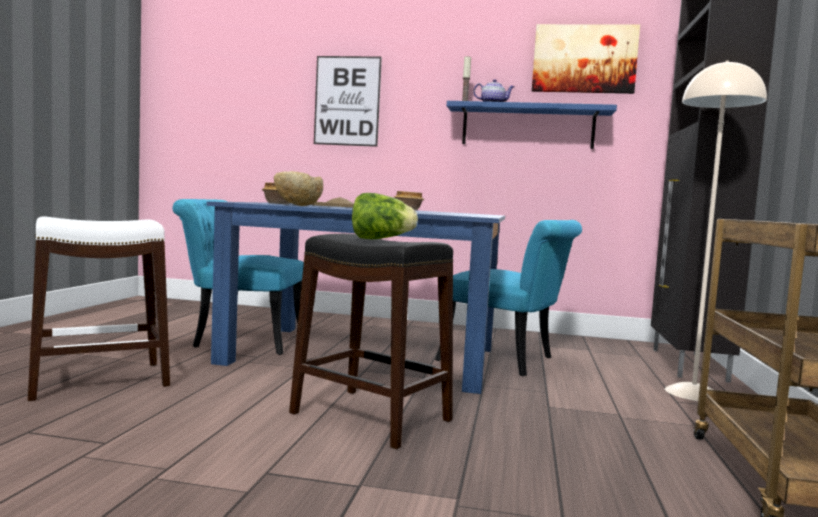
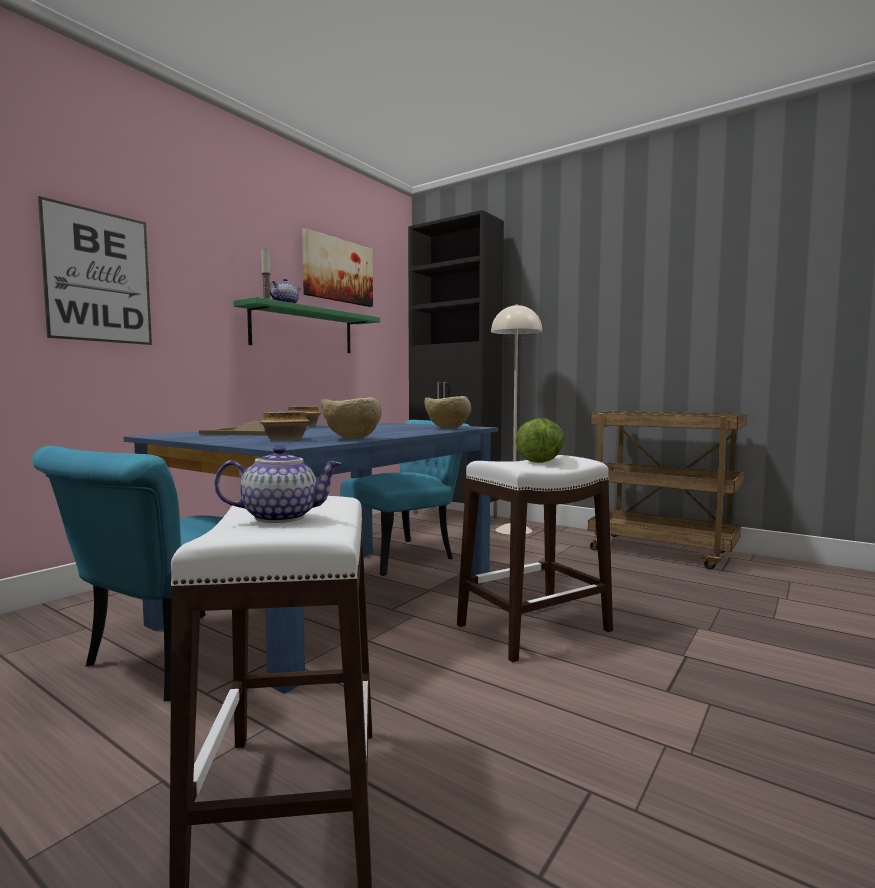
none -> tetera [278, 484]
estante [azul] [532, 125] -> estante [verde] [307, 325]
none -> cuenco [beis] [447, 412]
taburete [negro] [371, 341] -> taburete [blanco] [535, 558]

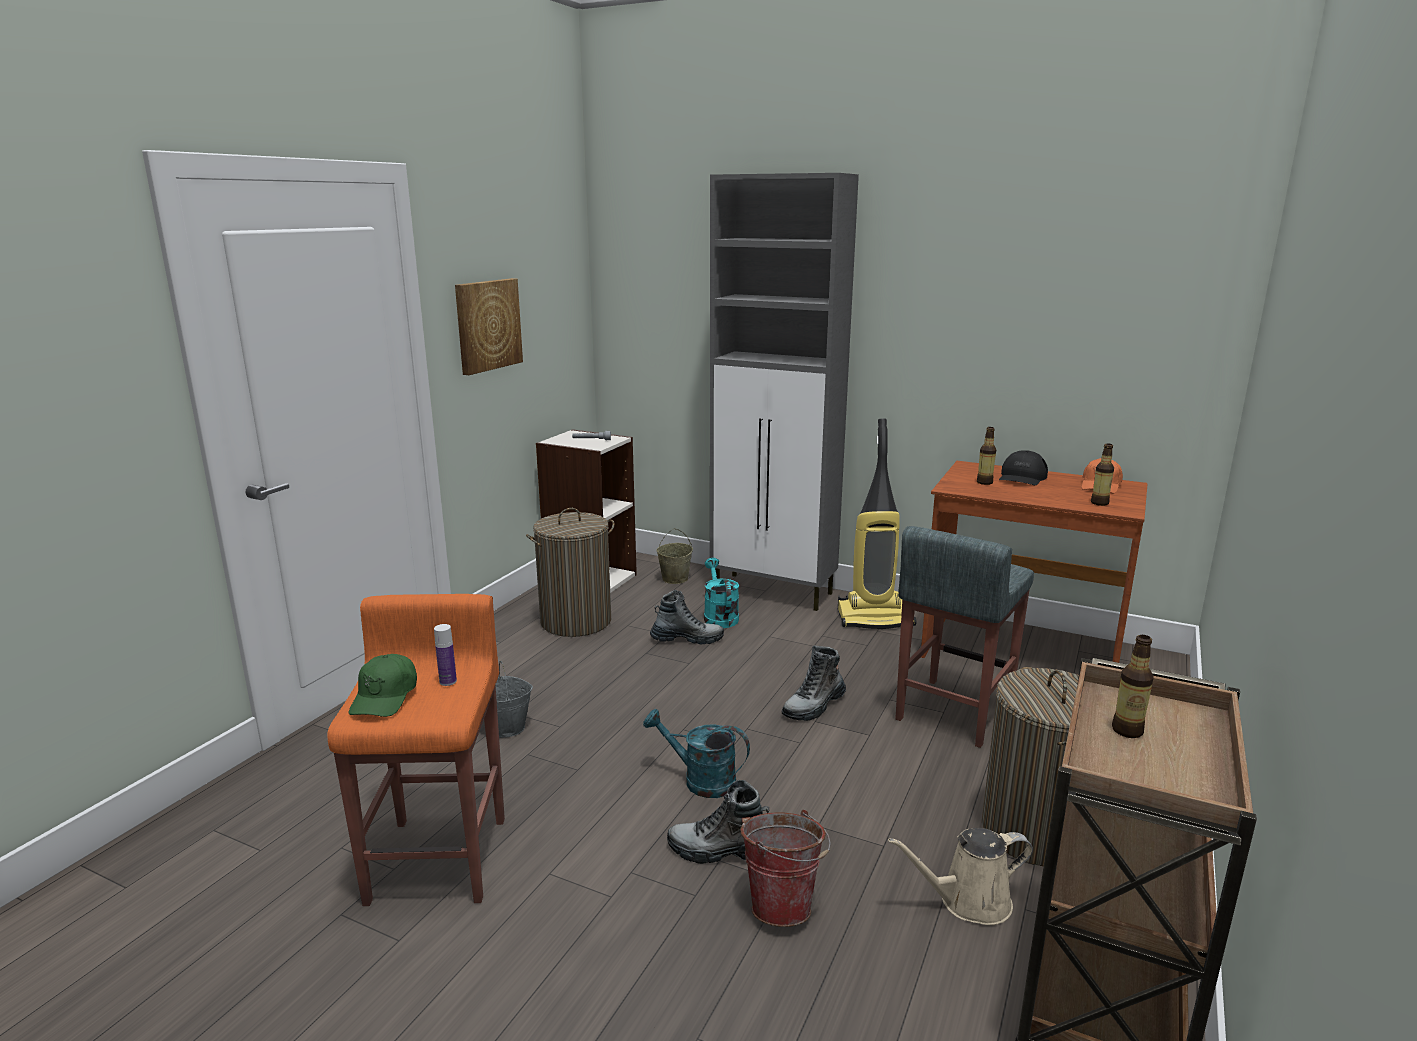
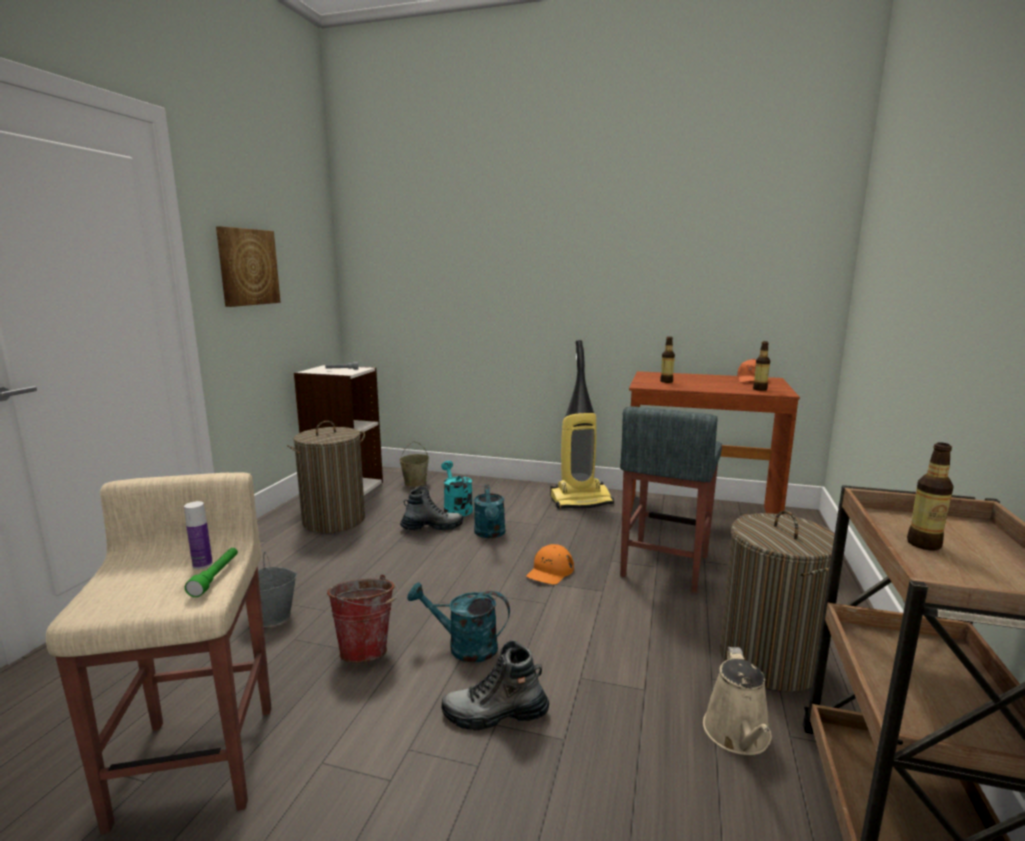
taburete [naranja] [416, 750] -> taburete [beis] [158, 653]
none -> linterna [verde] [211, 572]
cubo [785, 868] -> cubo [363, 619], shifted
none -> regadera [turquesa] [489, 511]
bota [814, 683] -> gorra [naranja] [550, 564]
regadera [beis] [960, 876] -> regadera [beis] [737, 701], 60 degrees counterclockwise
gorra [verde] [382, 685] -> none
armario [gris] [784, 392] -> none
gorra [negro] [1023, 467] -> none

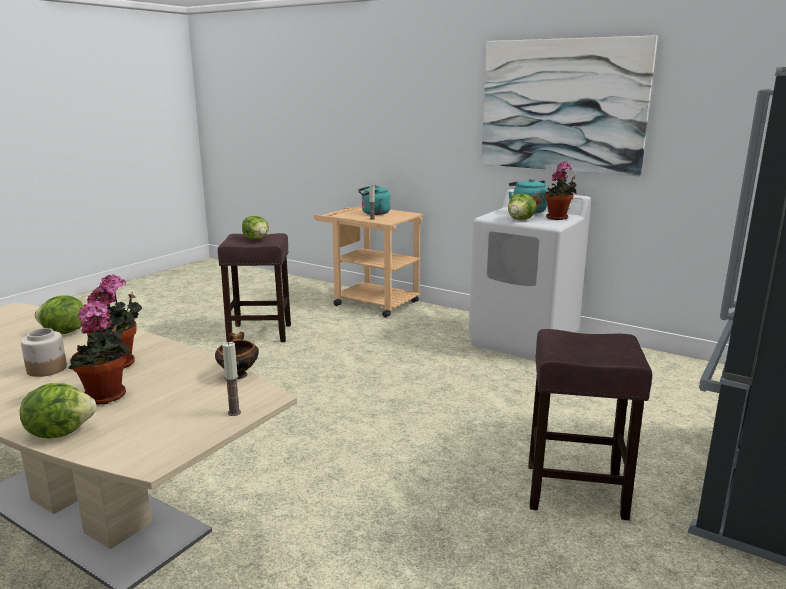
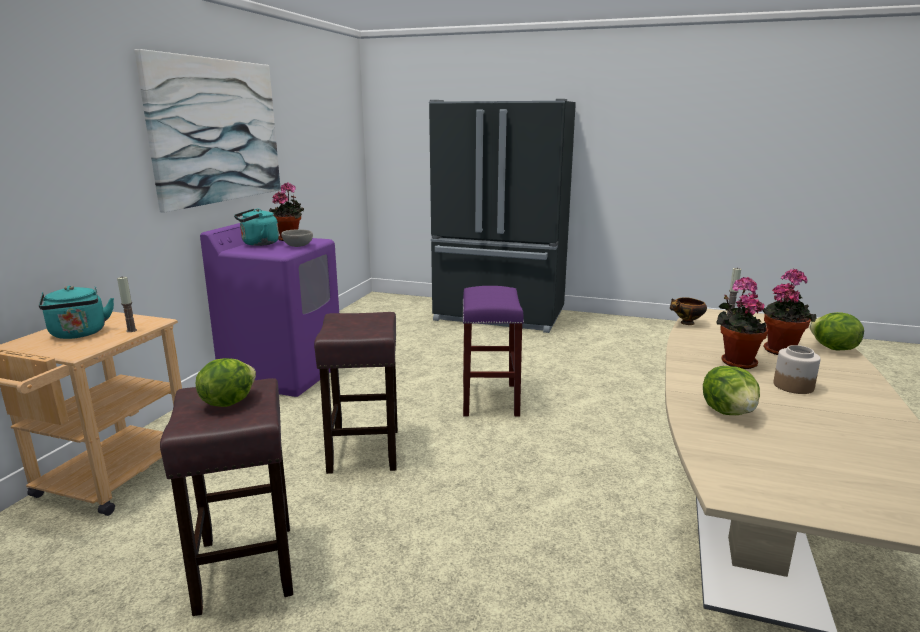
lavadora [blanco] [530, 275] -> lavadora [morado] [269, 310]
lechuga [522, 207] -> cuenco [gris] [297, 238]
taburete [marrón] [590, 424] -> taburete [marrón] [356, 393], shifted
none -> taburete [morado] [493, 351]

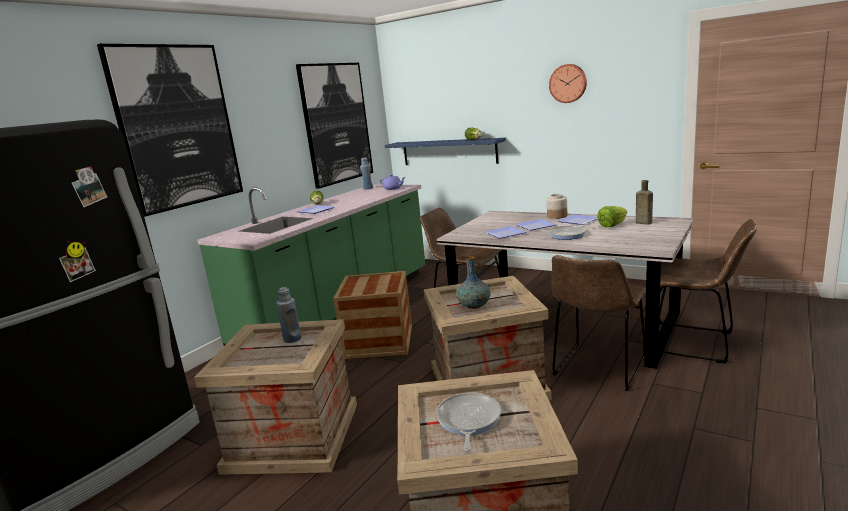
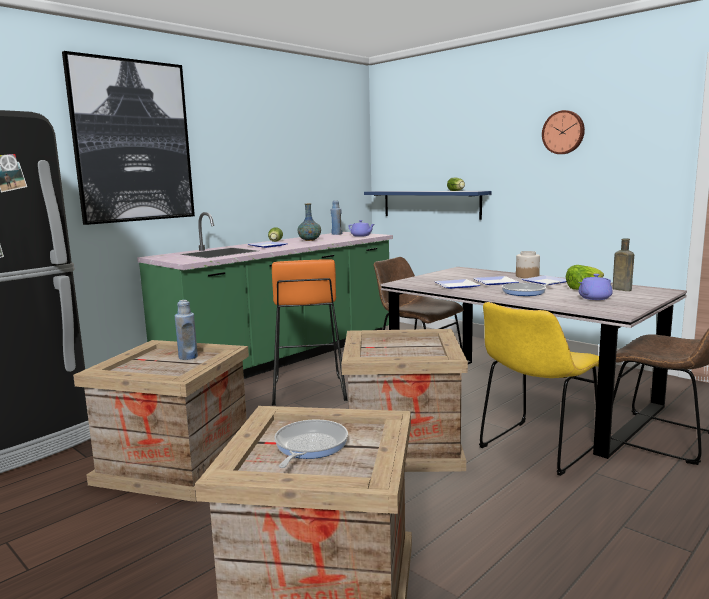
caja de embalaje [372, 315] -> taburete [naranja] [309, 332]
florero [473, 282] -> florero [309, 222], shifted
silla [marrón] [599, 323] -> silla [amarillo] [539, 389]
none -> tetera [morado] [595, 287]
cuadro [334, 126] -> none

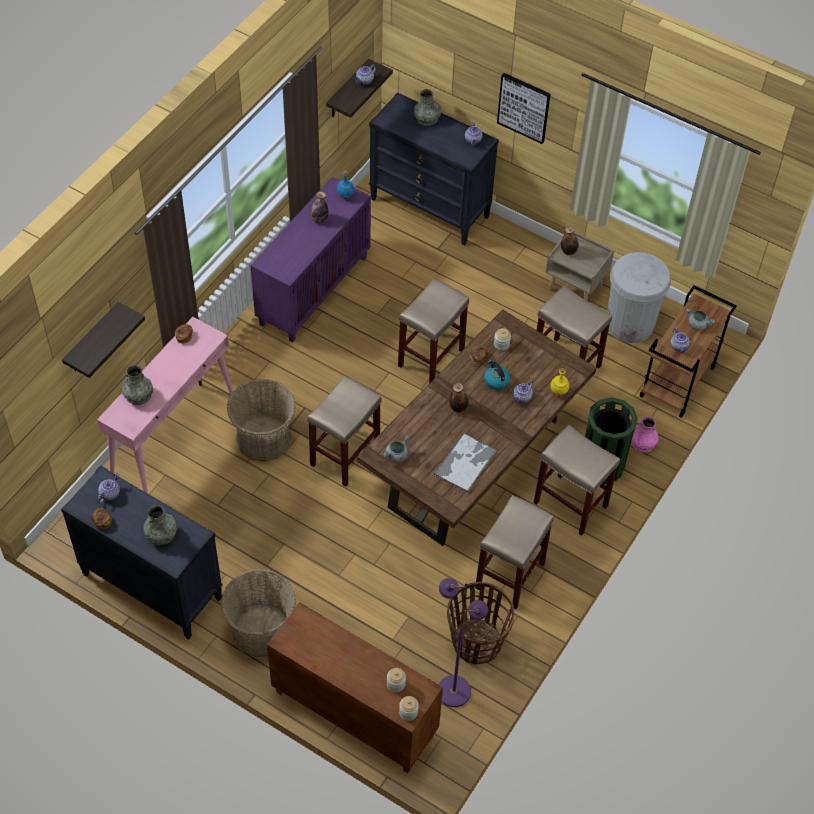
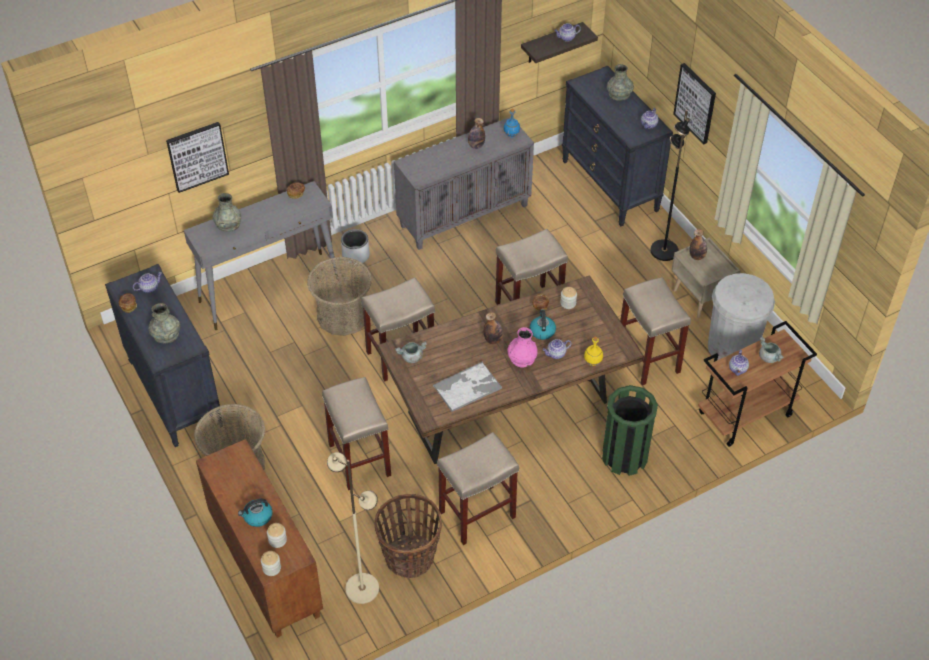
estante [103, 340] -> cuadro [197, 157]
mesa consola [rosa] [165, 405] -> mesa consola [gris] [261, 255]
none -> hervidor [255, 513]
taburete [beis] [577, 480] -> taburete [beis] [356, 433], shifted
lámpara de pie [morado] [463, 642] -> lámpara de pie [beis] [353, 528]
none -> maceta [gris] [355, 247]
armario [morado] [310, 260] -> armario [gris] [464, 183]
florero [rosa] [645, 434] -> florero [rosa] [522, 347], shifted
none -> lámpara de pie [negro] [670, 185]

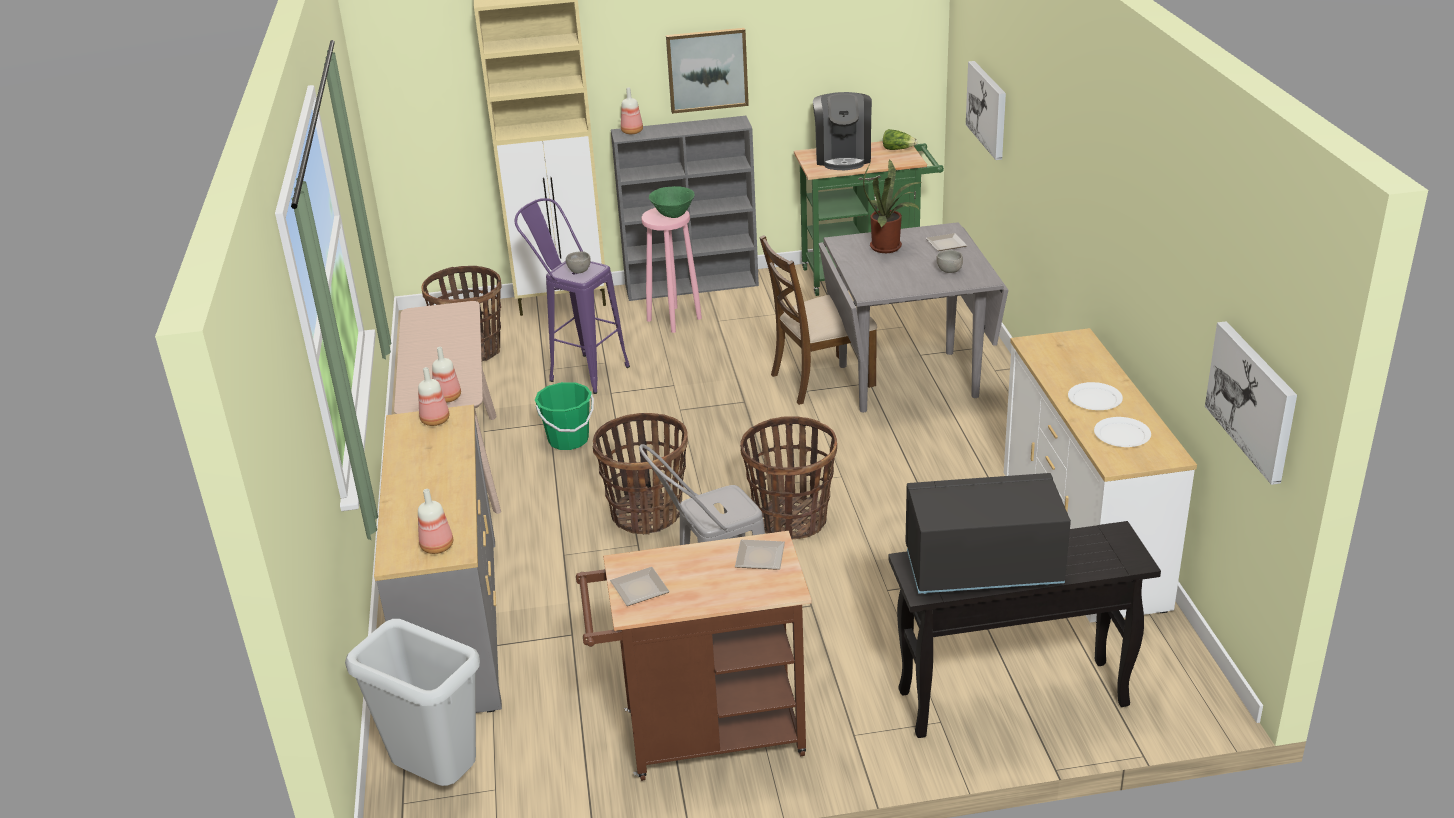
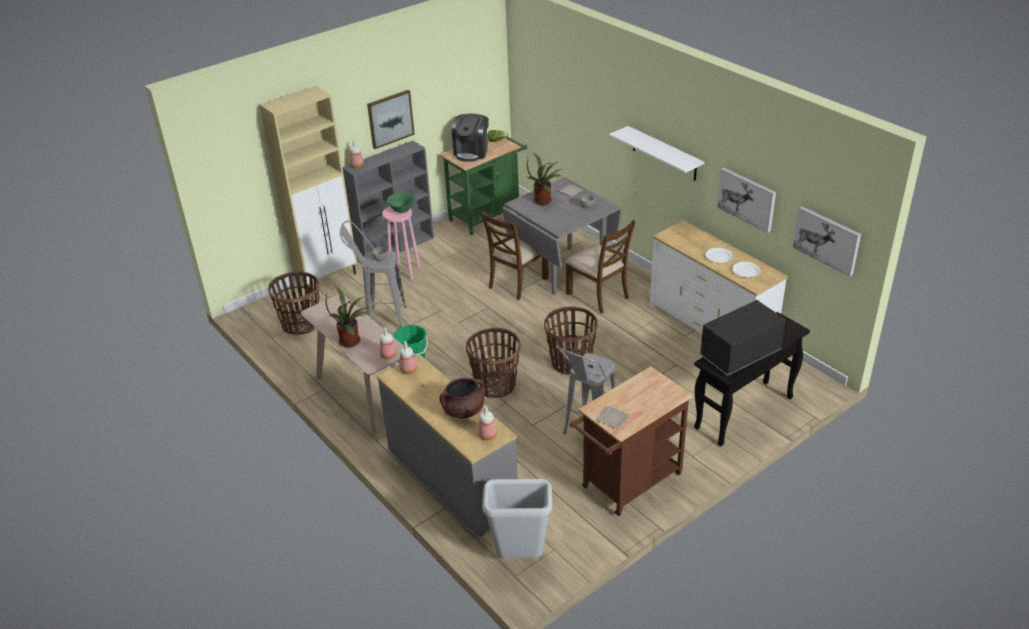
none -> planta en maceta [347, 316]
taburete [morado] [572, 296] -> taburete [gris] [373, 274]
none -> olla [marrón] [462, 398]
cafetera [842, 131] -> cafetera [470, 138], 45 degrees clockwise
none -> silla [marrón] [600, 267]
none -> estante [blanco] [657, 153]
cuadro [986, 110] -> cuadro [746, 200], shifted
plato [760, 555] -> none

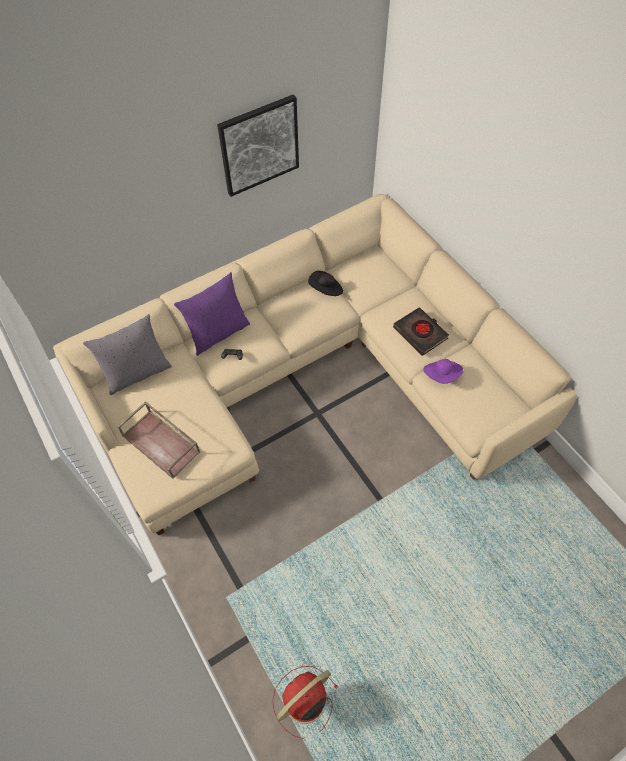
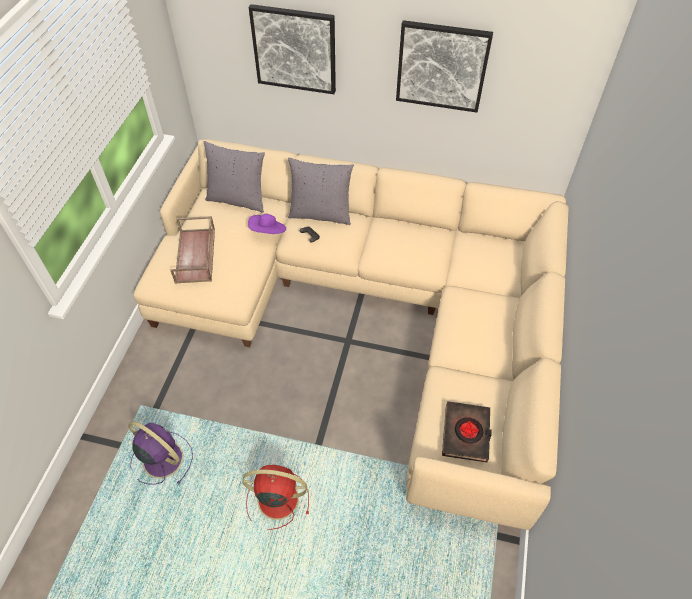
none -> ventilador [morado] [160, 453]
ventilador [rojo] [305, 702] -> ventilador [rojo] [275, 497], shifted
sombrero [morado] [443, 371] -> sombrero [morado] [267, 224], shifted
none -> cuadro [292, 49]
cojín [morado] [212, 314] -> cojín [gris] [321, 191]
libro [negro] [421, 331] -> libro [negro] [467, 432], shifted
sombrero [negro] [325, 283] -> none

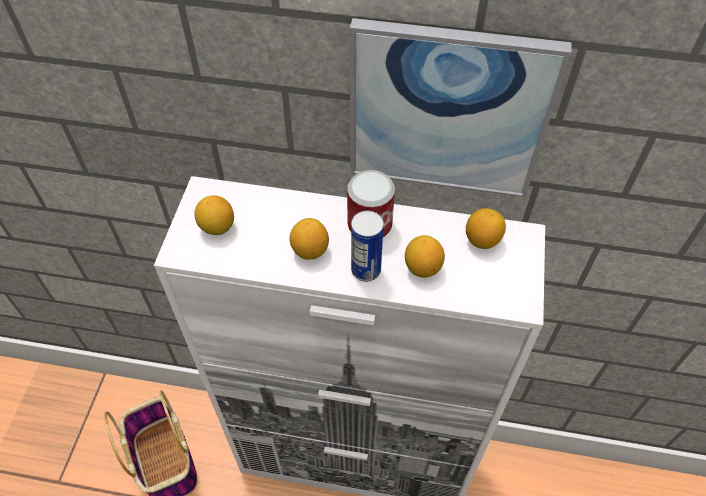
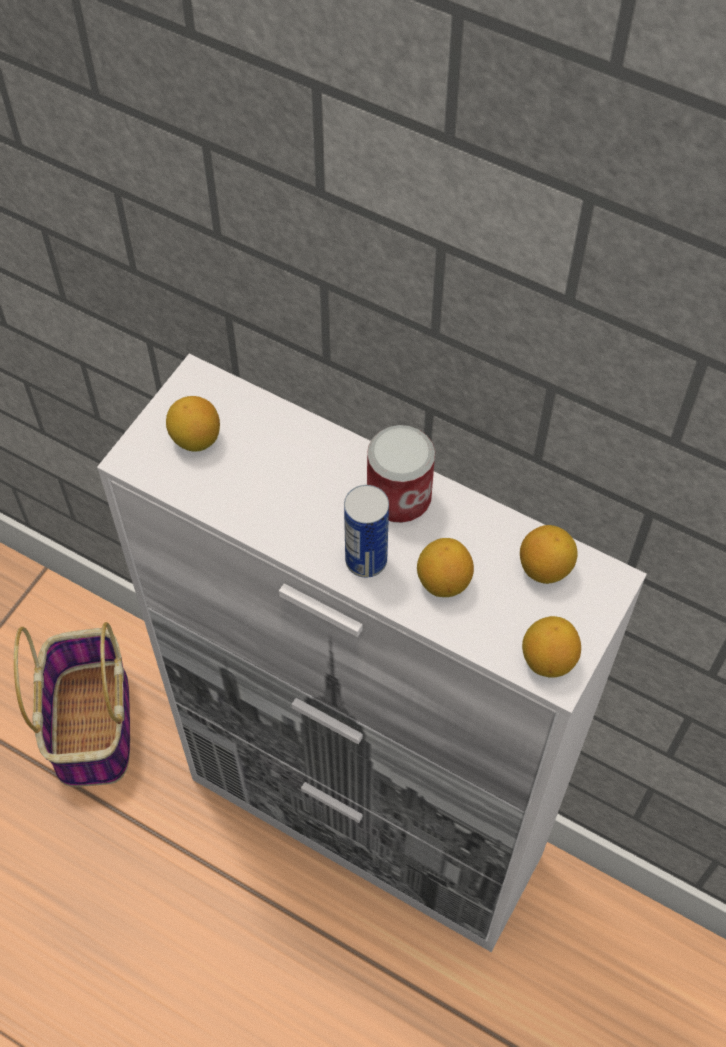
limón [309, 239] -> limón [551, 646], shifted
cuadro [461, 107] -> none

